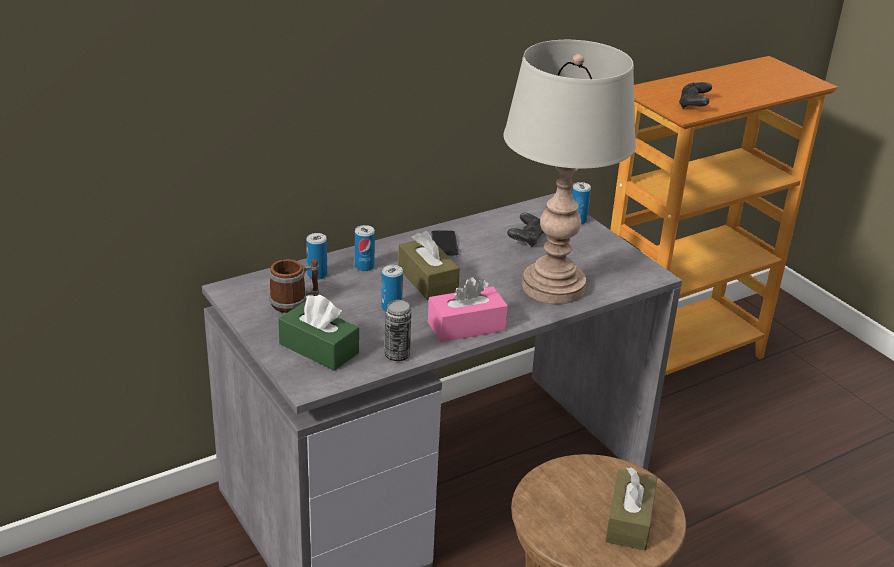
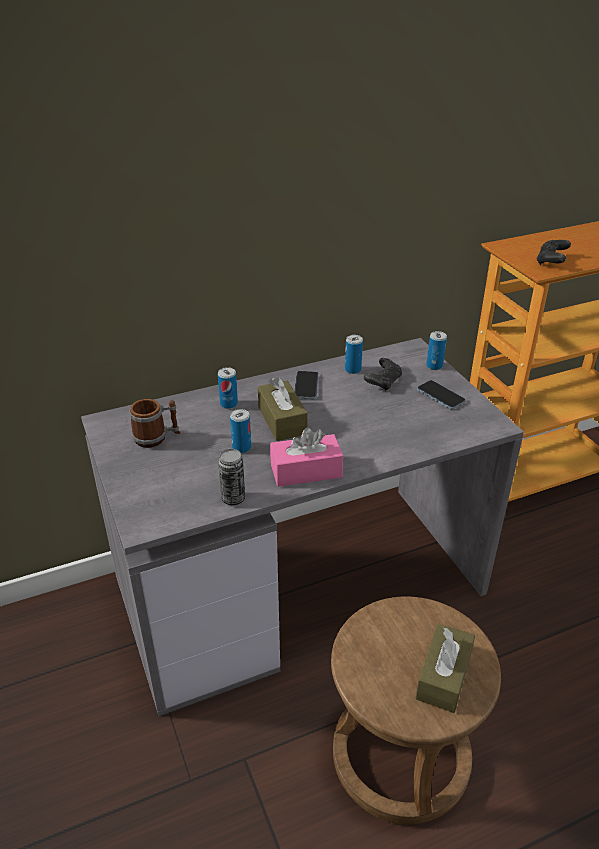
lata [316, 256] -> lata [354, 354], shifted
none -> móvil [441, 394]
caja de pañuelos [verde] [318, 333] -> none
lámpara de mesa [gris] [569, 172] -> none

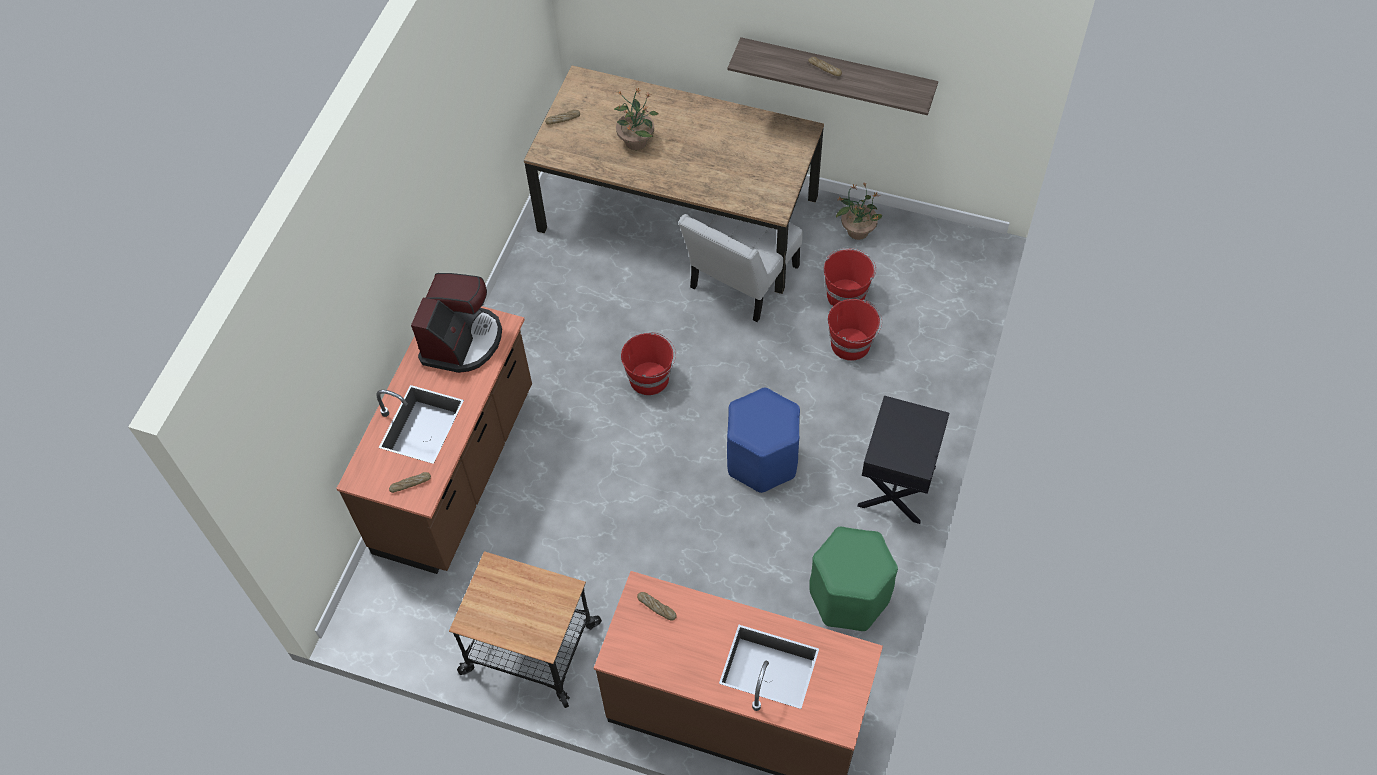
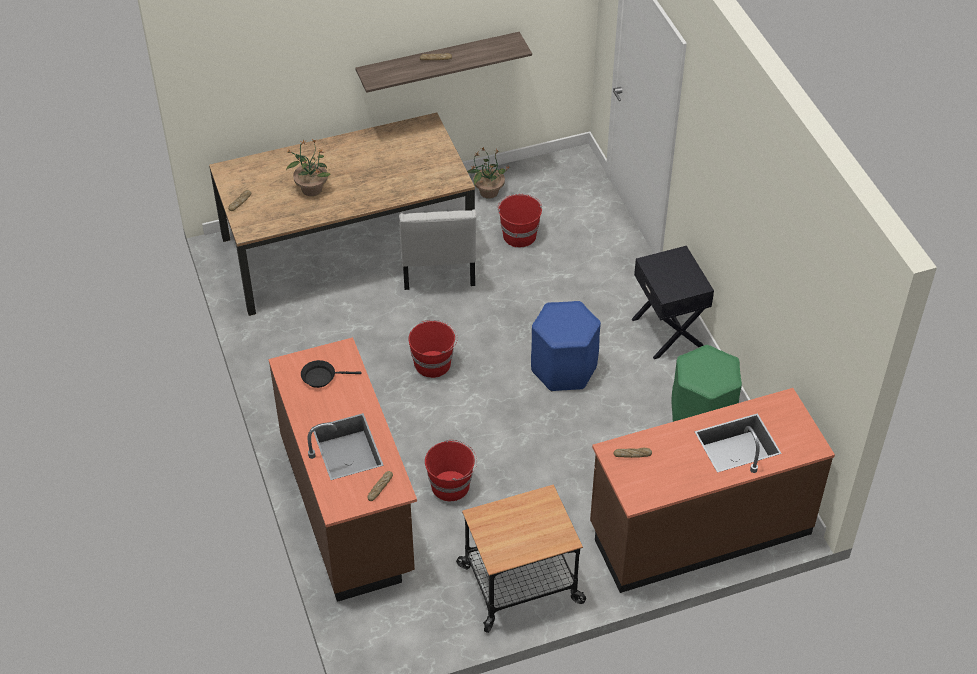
cafetera [456, 323] -> sartén [negro] [331, 374]
cubo [rojo] [855, 330] -> cubo [rojo] [451, 470], shifted

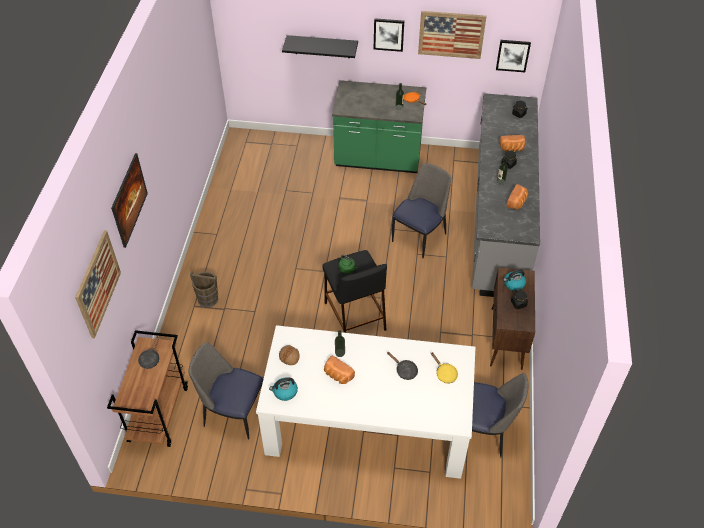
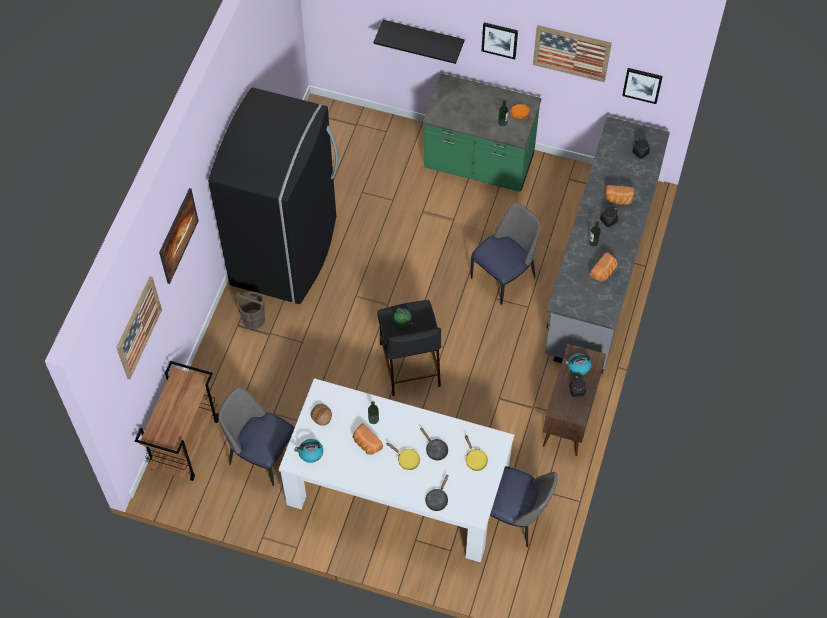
none -> nevera [negro] [273, 195]
none -> sartén [amarillo] [403, 456]
sartén [negro] [149, 352] -> sartén [negro] [437, 493], shifted

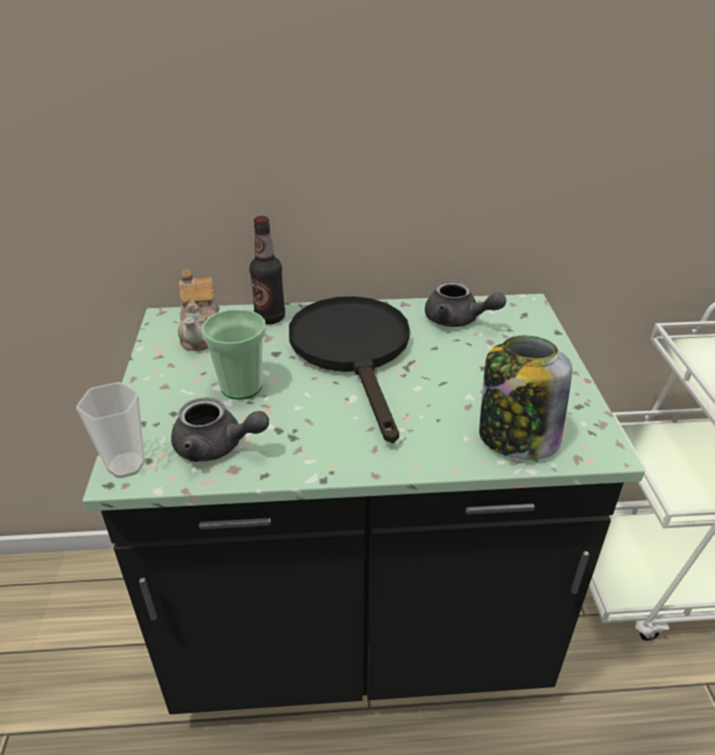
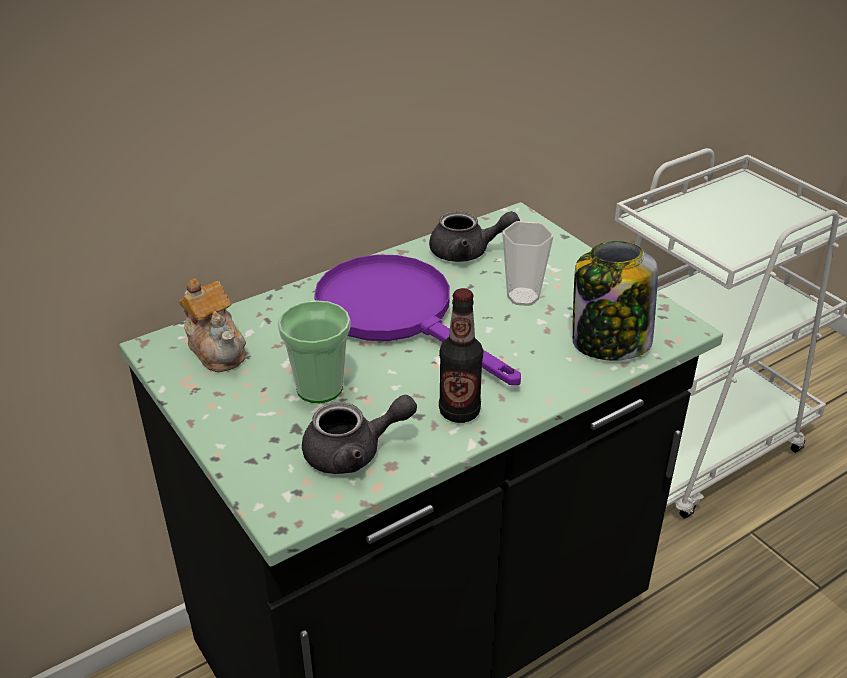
sartén [negro] [349, 369] -> sartén [morado] [417, 320]
botella [267, 270] -> botella [461, 355], shifted
taza [110, 430] -> taza [528, 263], shifted

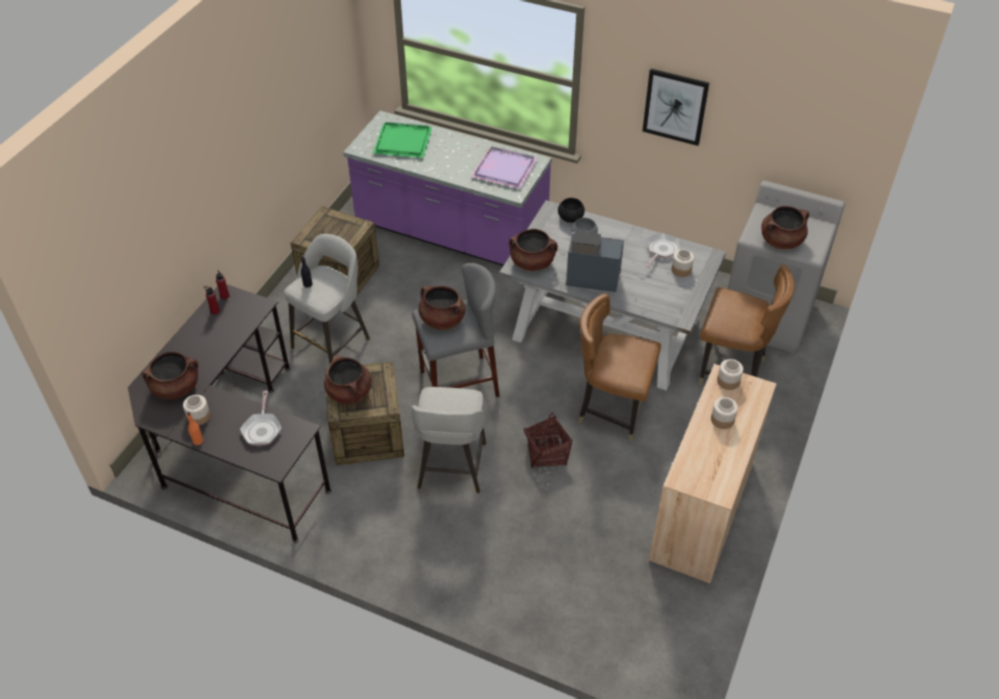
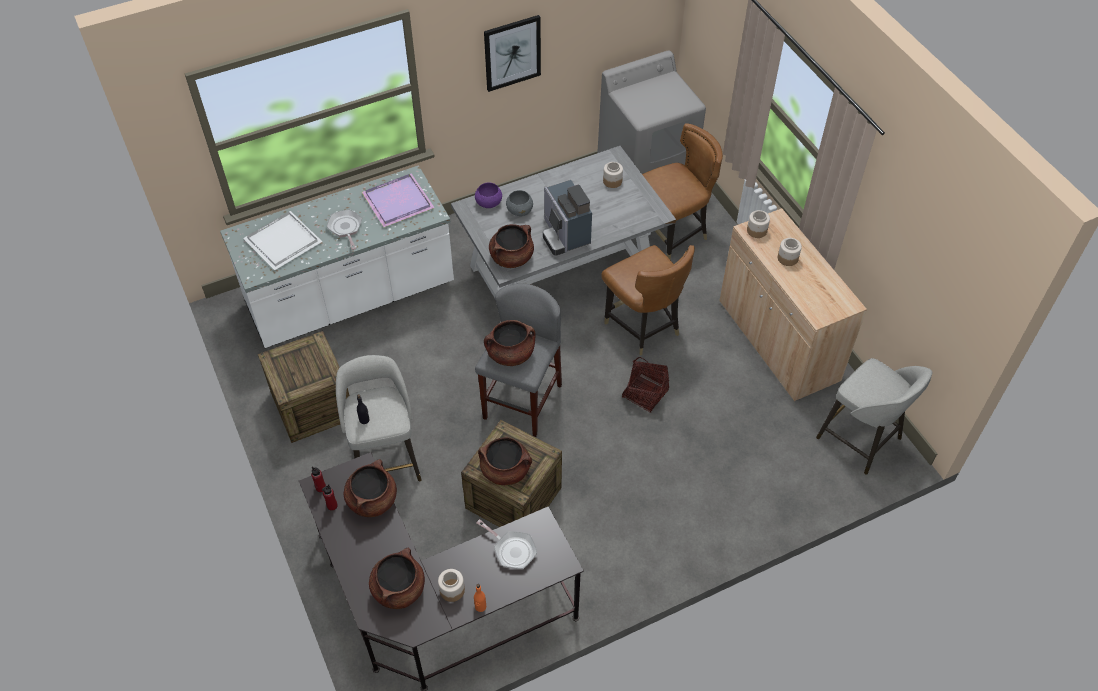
mueble bajo de cocina [morado] [447, 188] -> mueble bajo de cocina [blanco] [337, 256]
bandeja [verde] [402, 140] -> bandeja [blanco] [282, 240]
sartén [663, 250] -> sartén [344, 229], shifted
olla [marrón] [785, 227] -> olla [marrón] [370, 488], shifted
cuenco [negro] [571, 210] -> cuenco [morado] [488, 195]
cafetera [595, 261] -> cafetera [567, 218], 75 degrees counterclockwise
silla [marrón] [619, 367] -> silla [marrón] [648, 300], 90 degrees counterclockwise
taburete [gris] [449, 440] -> taburete [gris] [874, 416], shifted

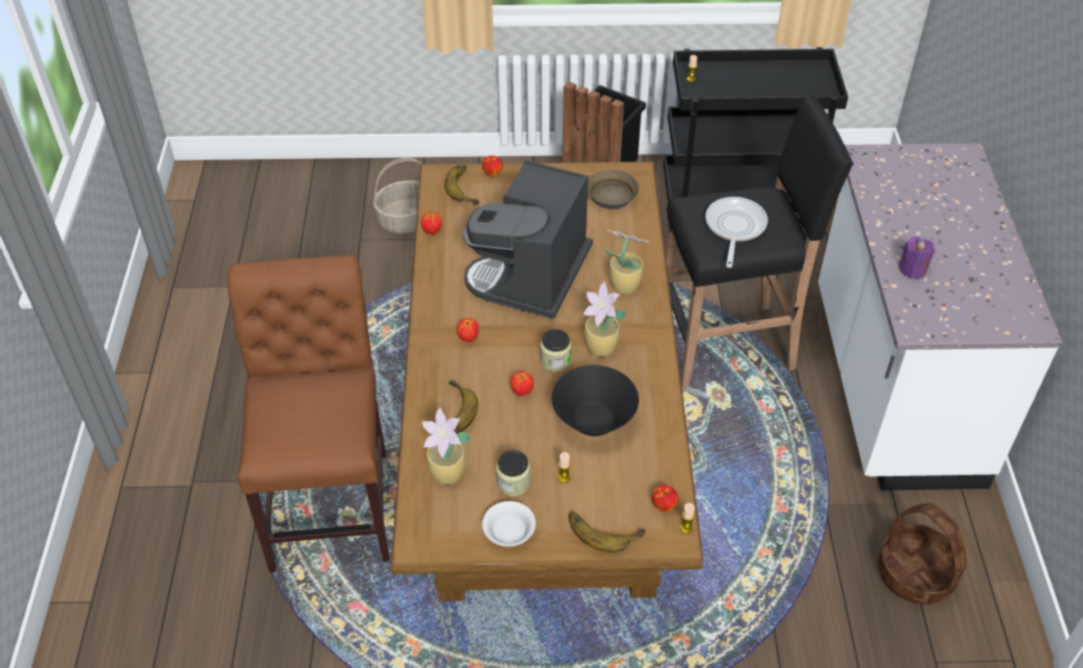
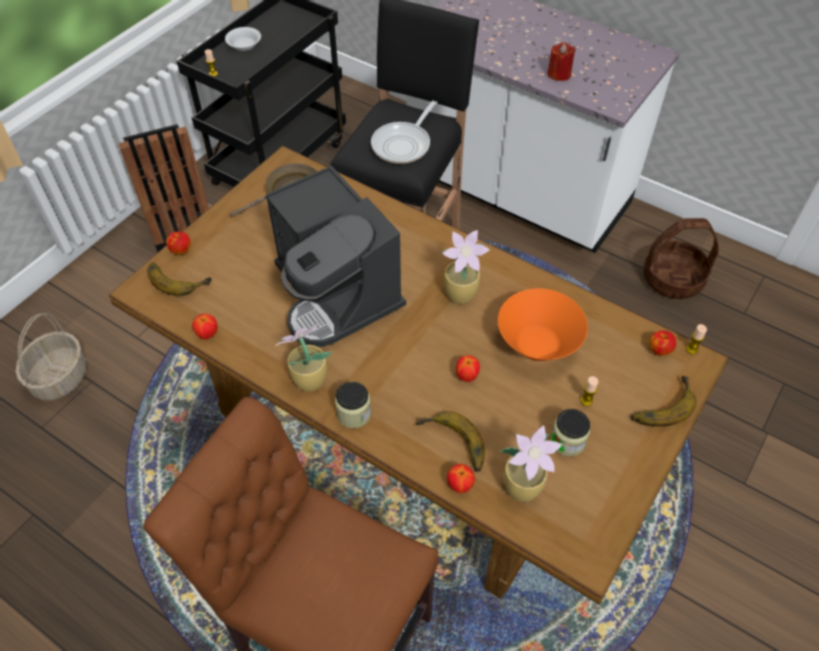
cuenco [blanco] [509, 523] -> cuenco [blanco] [243, 39], shifted
planta en maceta [627, 262] -> planta en maceta [303, 357], shifted
tarro [555, 350] -> tarro [353, 405], shifted
sartén [737, 232] -> sartén [404, 132], 105 degrees counterclockwise
manzana [468, 330] -> manzana [461, 478], shifted
cuenco [negro] [595, 400] -> cuenco [naranja] [543, 324]
vela [morado] [917, 257] -> vela [rojo] [562, 61]

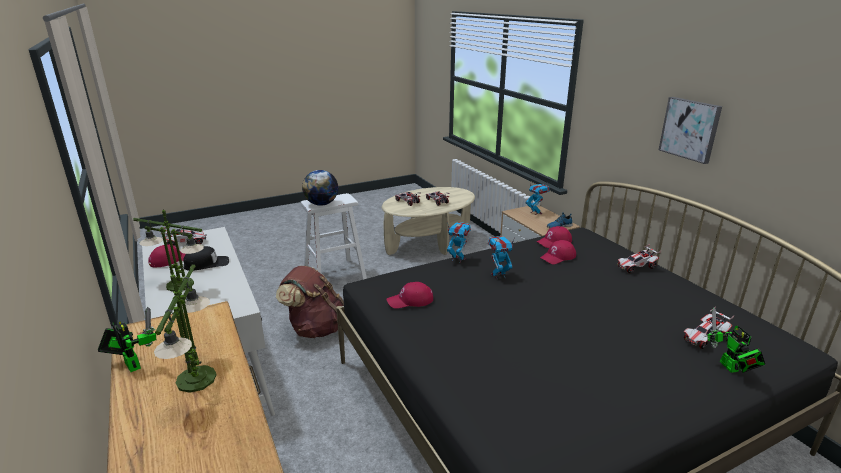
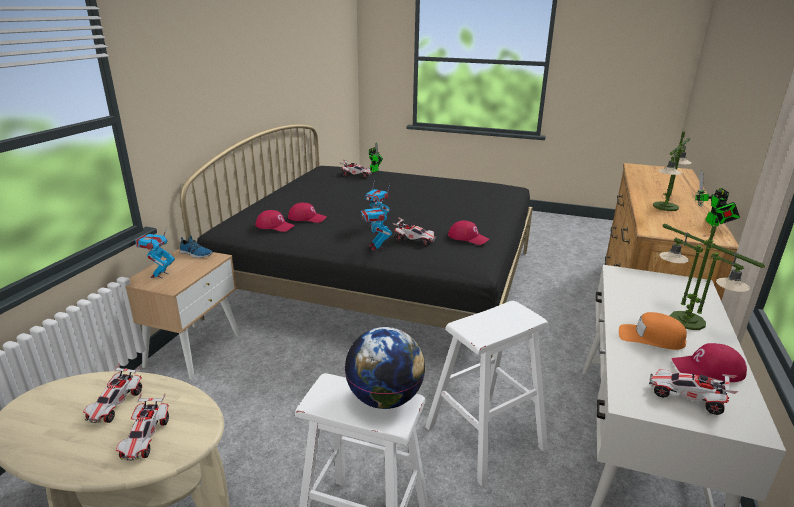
coche de juguete [639, 258] -> coche de juguete [414, 231], shifted
mochila [marrón] [310, 302] -> taburete [blanco] [486, 393]
gorra [negro] [206, 258] -> gorra [naranja] [653, 331]
cuadro [690, 130] -> none

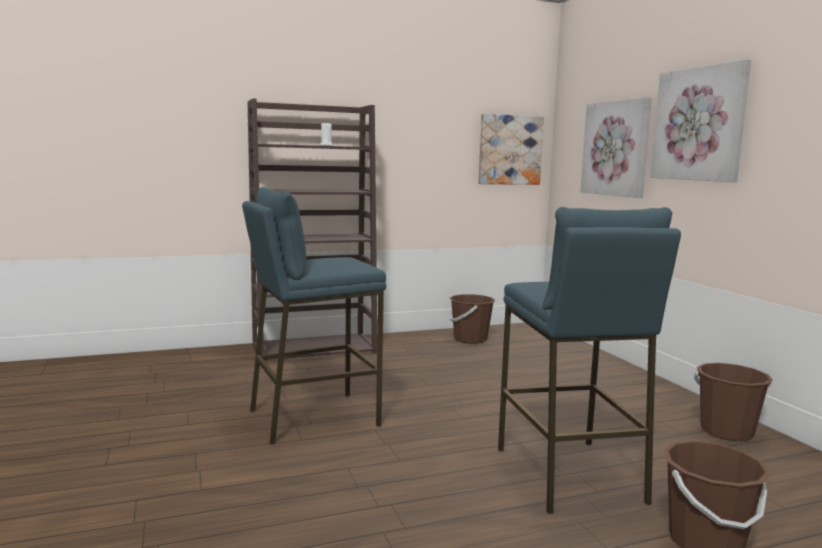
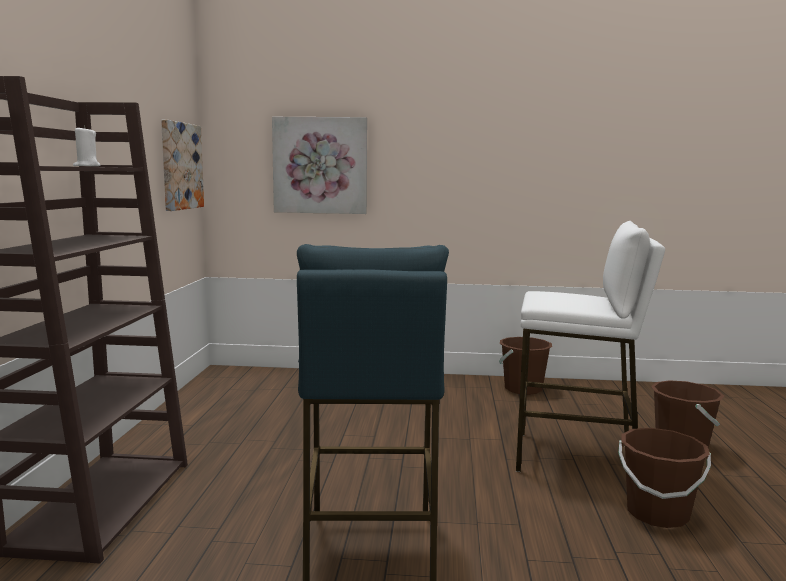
taburete [azul] [589, 360] -> taburete [blanco] [590, 346]
cubo [marrón] [473, 319] -> cubo [marrón] [664, 478], shifted
cuadro [700, 120] -> none

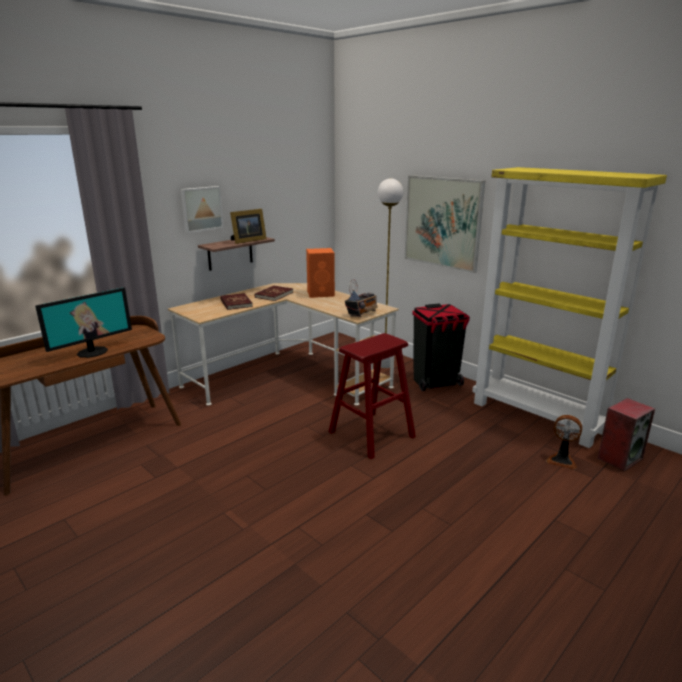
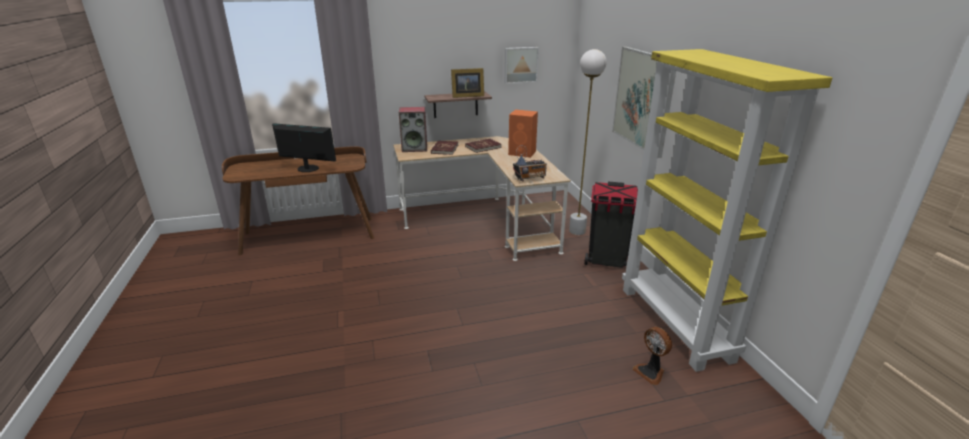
monitor [83, 322] -> monitor [304, 147], 150 degrees counterclockwise
altavoz [626, 434] -> altavoz [413, 129], shifted
cuadro [202, 209] -> cuadro [521, 65], shifted
taburete [rojo] [372, 396] -> none

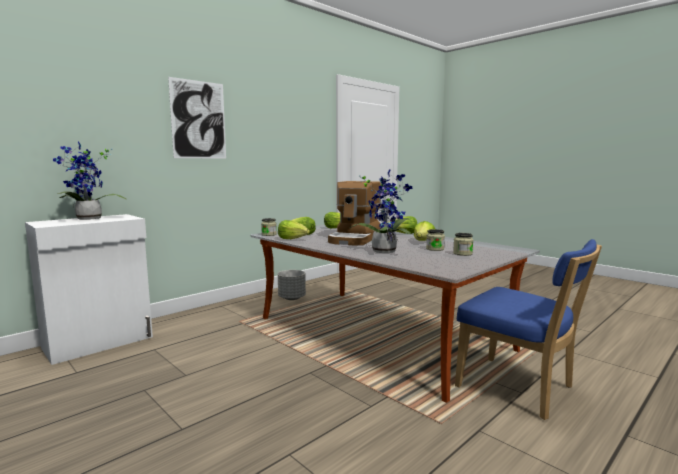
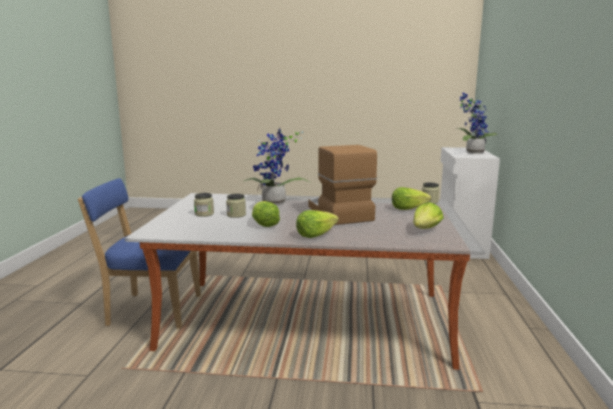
cuadro [197, 118] -> none
lechuga [294, 229] -> none
maceta [gris] [292, 285] -> none

